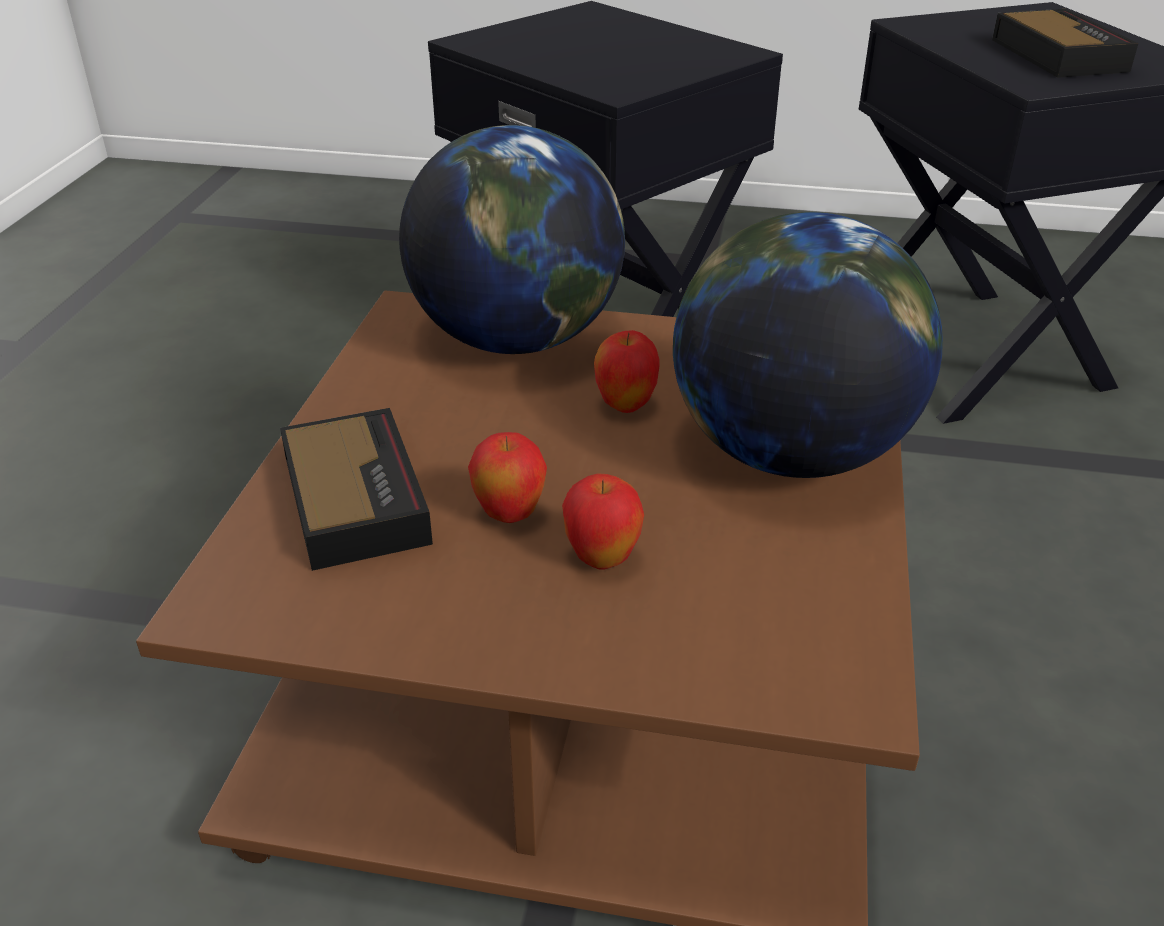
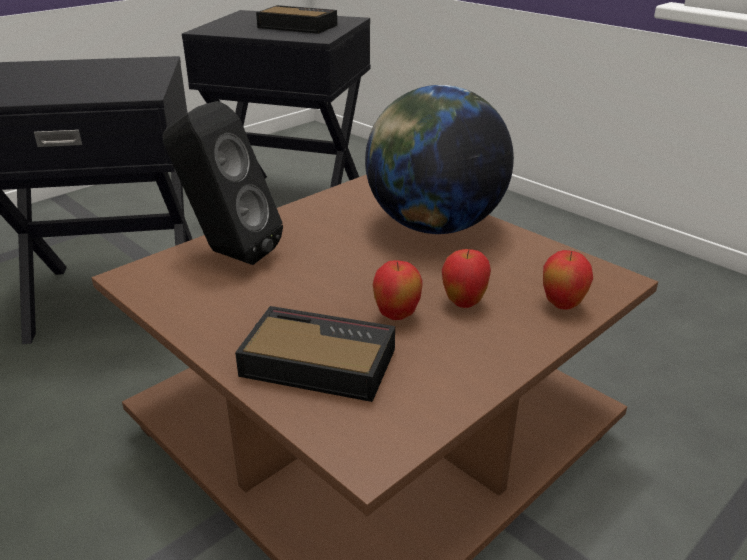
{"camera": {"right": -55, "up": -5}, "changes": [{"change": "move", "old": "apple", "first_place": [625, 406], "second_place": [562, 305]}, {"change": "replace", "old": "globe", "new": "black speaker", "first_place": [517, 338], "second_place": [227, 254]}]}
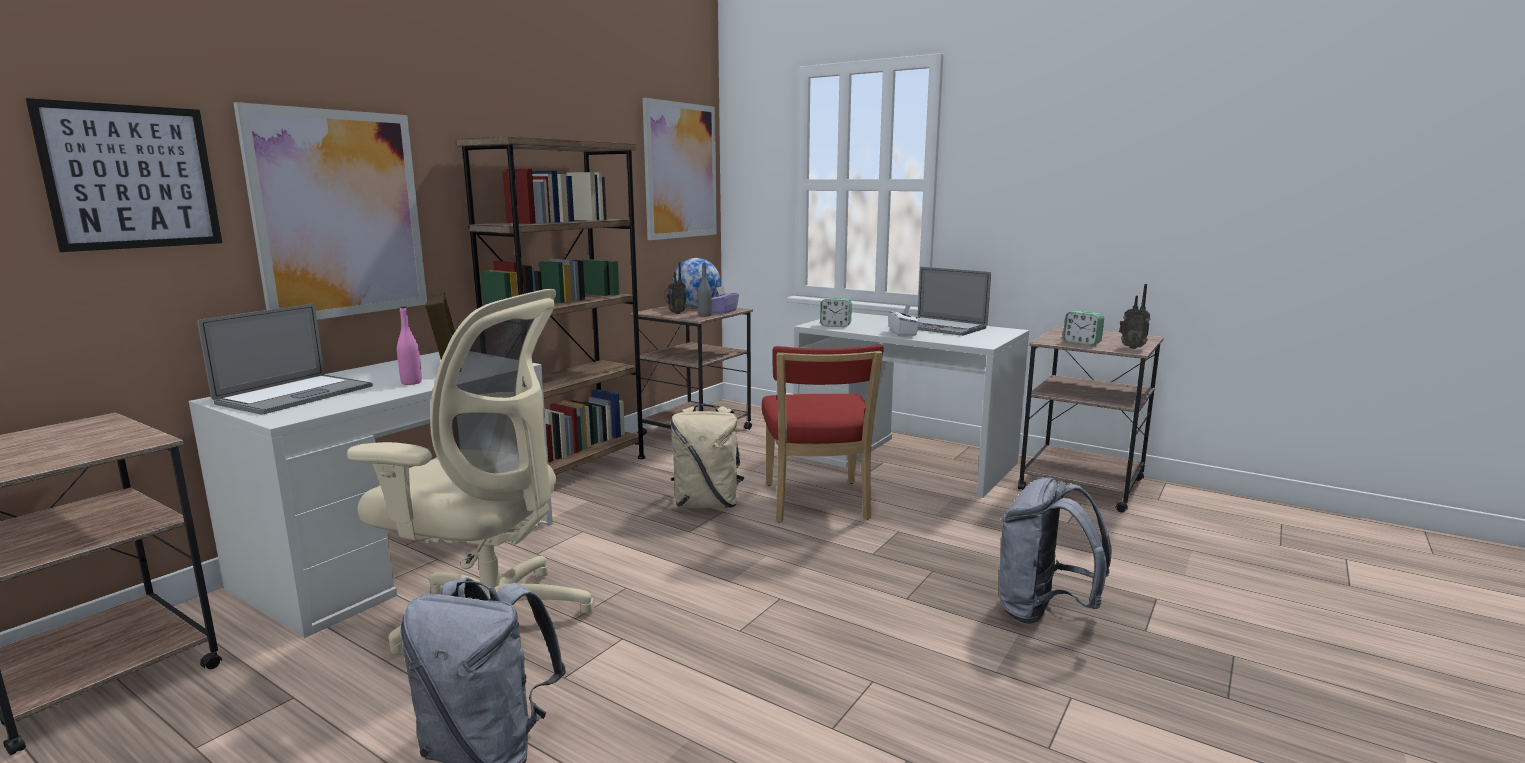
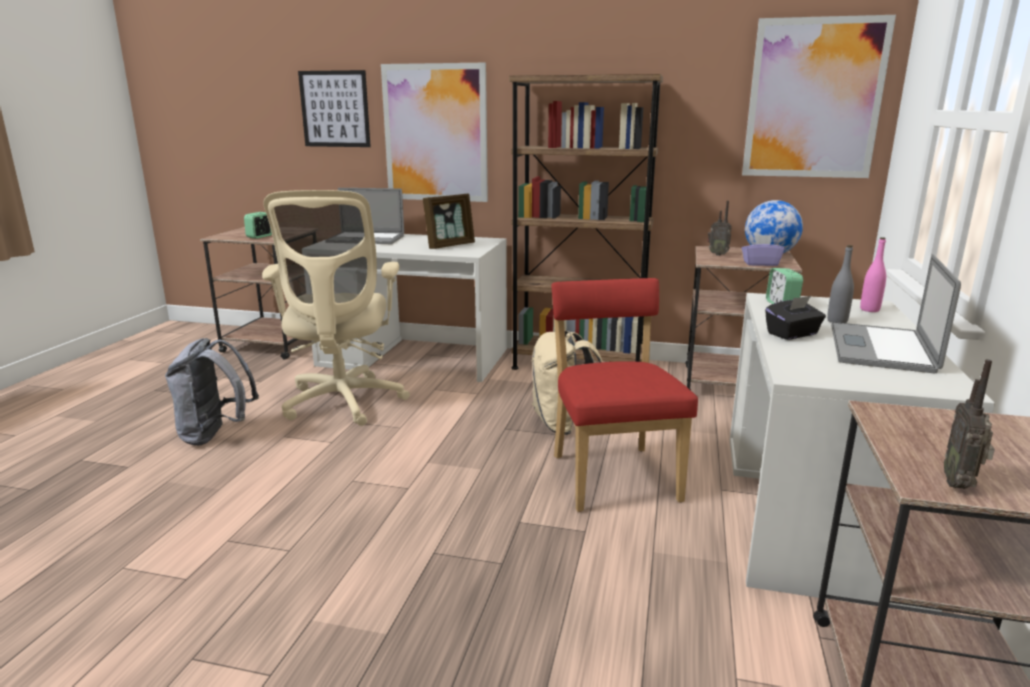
{"camera": {"right": 70, "up": 5}, "changes": [{"change": "delete", "old": "grey backpack", "first_place": [1043, 612]}, {"change": "move", "old": "pink bottle", "first_place": [411, 382], "second_place": [869, 310]}, {"change": "move", "old": "grey bottle", "first_place": [705, 315], "second_place": [837, 321]}, {"change": "move", "old": "alarm clock", "first_place": [1081, 343], "second_place": [260, 236]}, {"change": "recolor", "old": "white tissue box", "new": "black tissue box", "first_place": [903, 333], "second_place": [792, 334]}, {"change": "rotate", "old": "red chair", "first_place": [817, 504], "second_place": [612, 474], "degrees": 105}]}
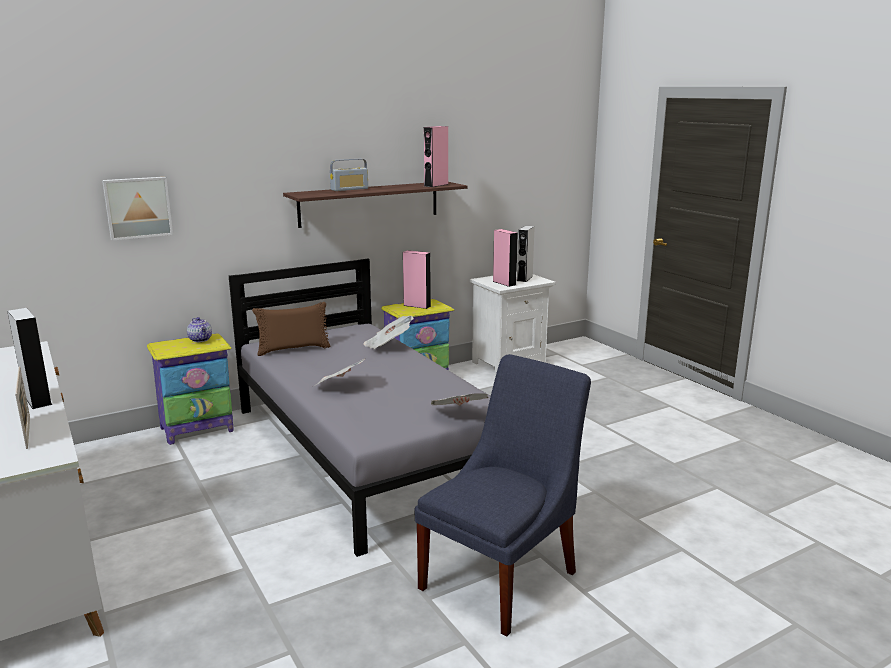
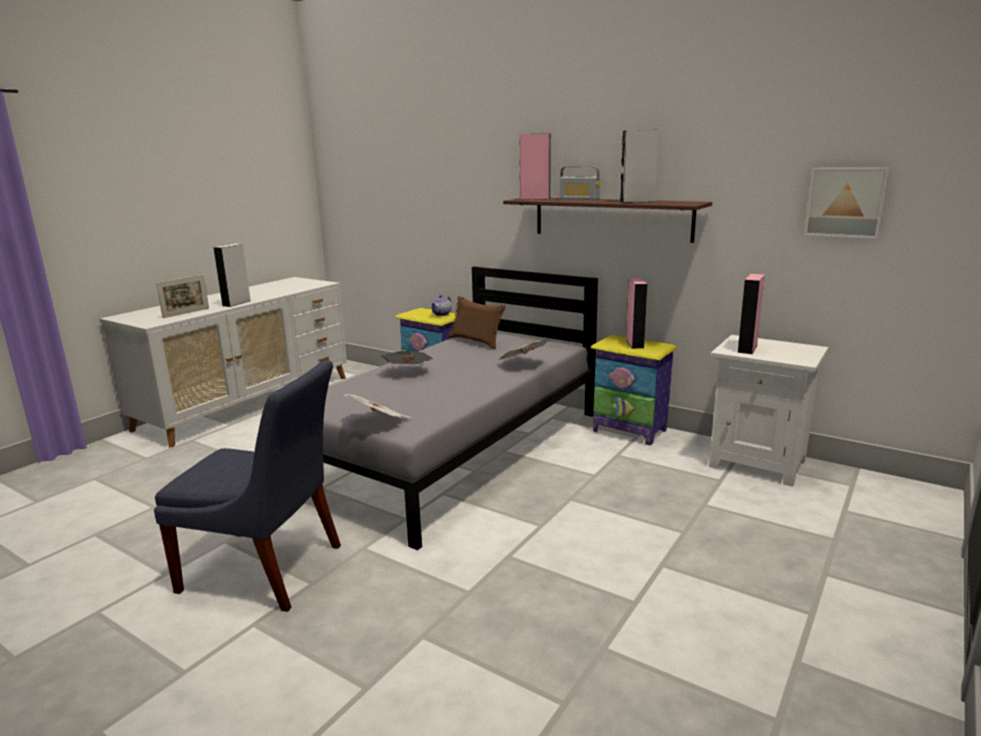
{"camera": {"right": 65, "up": 0}, "changes": [{"change": "move", "old": "picture", "first_place": [138, 207], "second_place": [845, 202]}, {"change": "move", "old": "pink speaker", "first_place": [436, 185], "second_place": [535, 199]}, {"change": "move", "old": "grey speaker", "first_place": [524, 278], "second_place": [637, 202]}]}
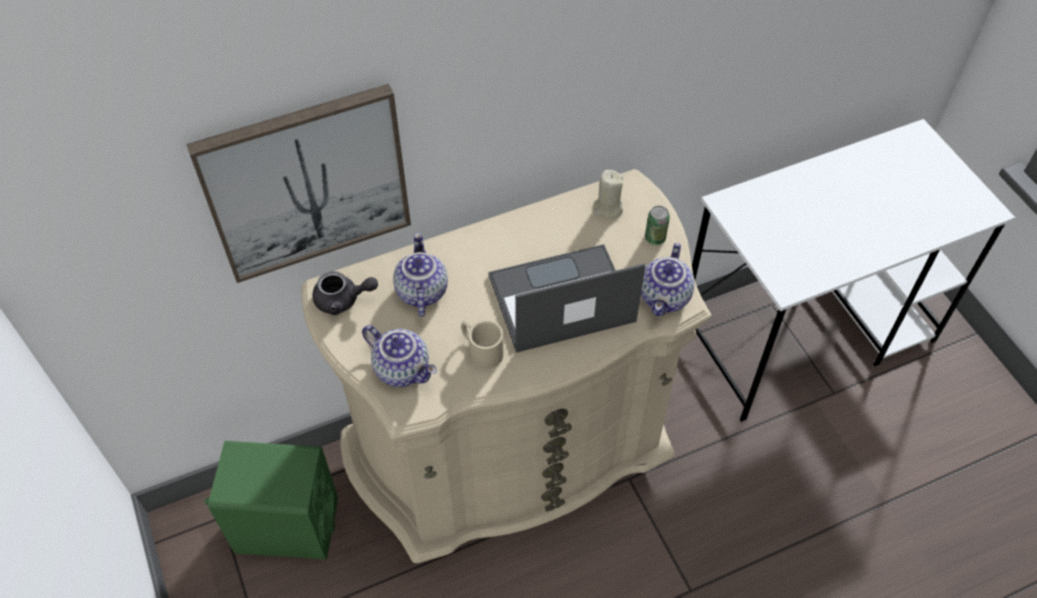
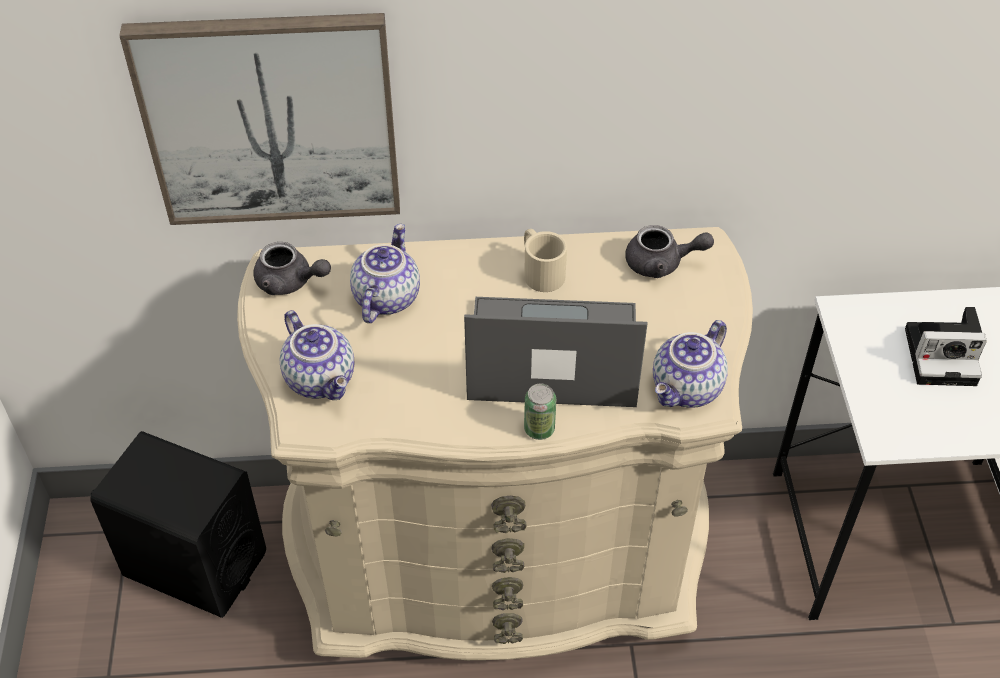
{"camera": {"right": 20, "up": -5}, "changes": [{"change": "insert", "new": "photo camera", "second_place": [943, 355]}, {"change": "move", "old": "beige mug", "first_place": [481, 350], "second_place": [540, 271]}, {"change": "move", "old": "can", "first_place": [655, 238], "second_place": [539, 429]}, {"change": "replace", "old": "beige candle", "new": "grey teapot", "first_place": [607, 208], "second_place": [662, 263]}, {"change": "recolor", "old": "green speaker", "new": "black speaker", "first_place": [286, 525], "second_place": [195, 564]}]}
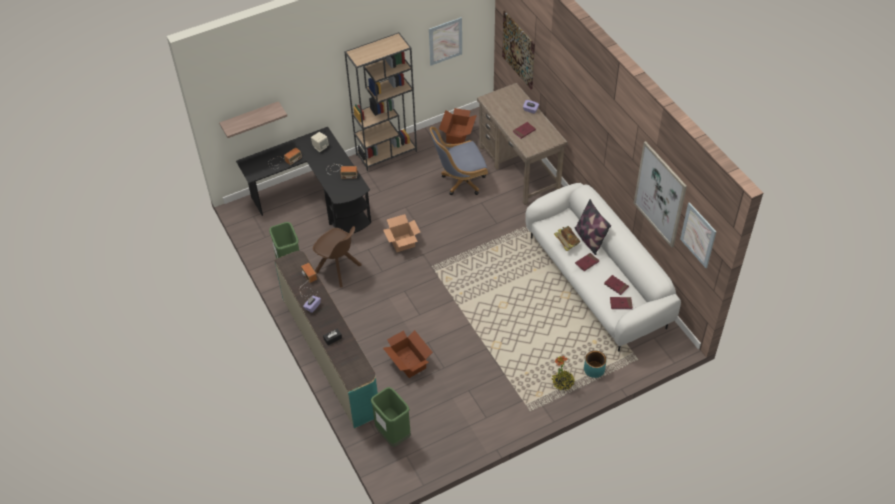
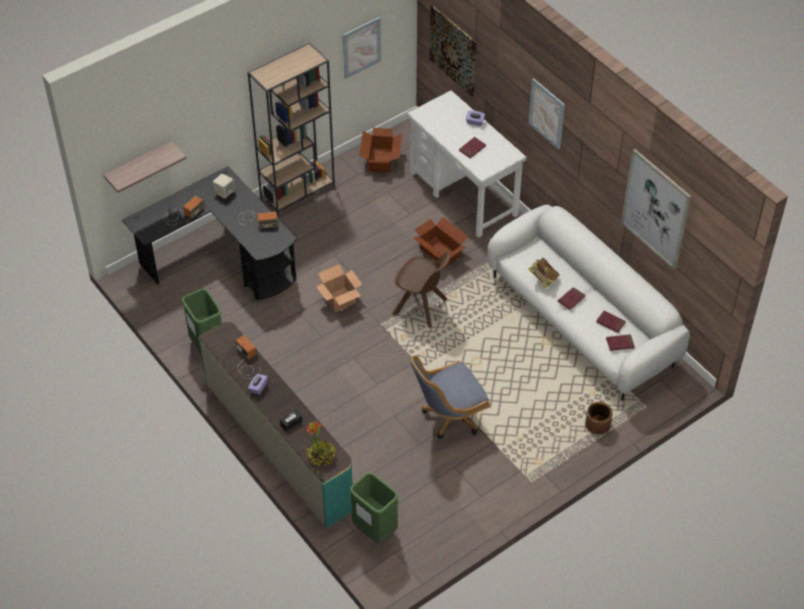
{"camera": {"right": -10, "up": 0}, "changes": [{"change": "delete", "old": "pillow", "first_place": [589, 239]}, {"change": "move", "old": "brown chair", "first_place": [338, 269], "second_place": [421, 307]}, {"change": "move", "old": "cardboard box", "first_place": [408, 362], "second_place": [439, 253]}, {"change": "move", "old": "blue office chair", "first_place": [459, 183], "second_place": [448, 418]}, {"change": "move", "old": "potted plant", "first_place": [562, 382], "second_place": [321, 456]}, {"change": "move", "old": "picture", "first_place": [698, 235], "second_place": [546, 113]}, {"change": "recolor", "old": "brown desk", "new": "white desk", "first_place": [519, 168], "second_place": [464, 193]}, {"change": "recolor", "old": "turquoise planter", "new": "brown planter", "first_place": [594, 369], "second_place": [597, 424]}]}
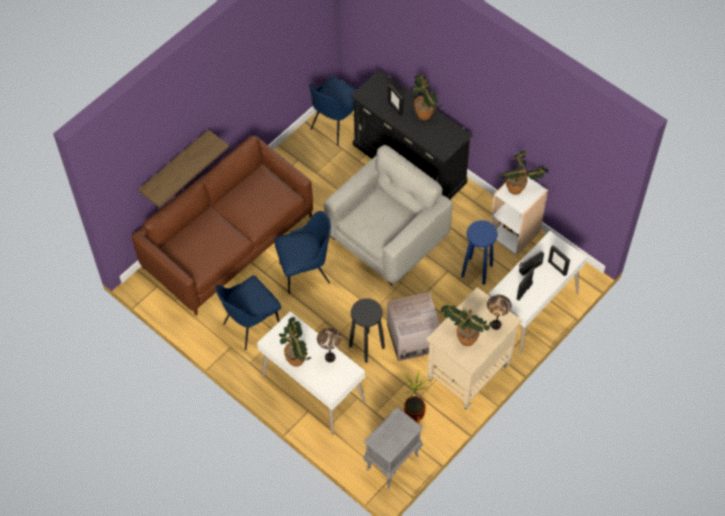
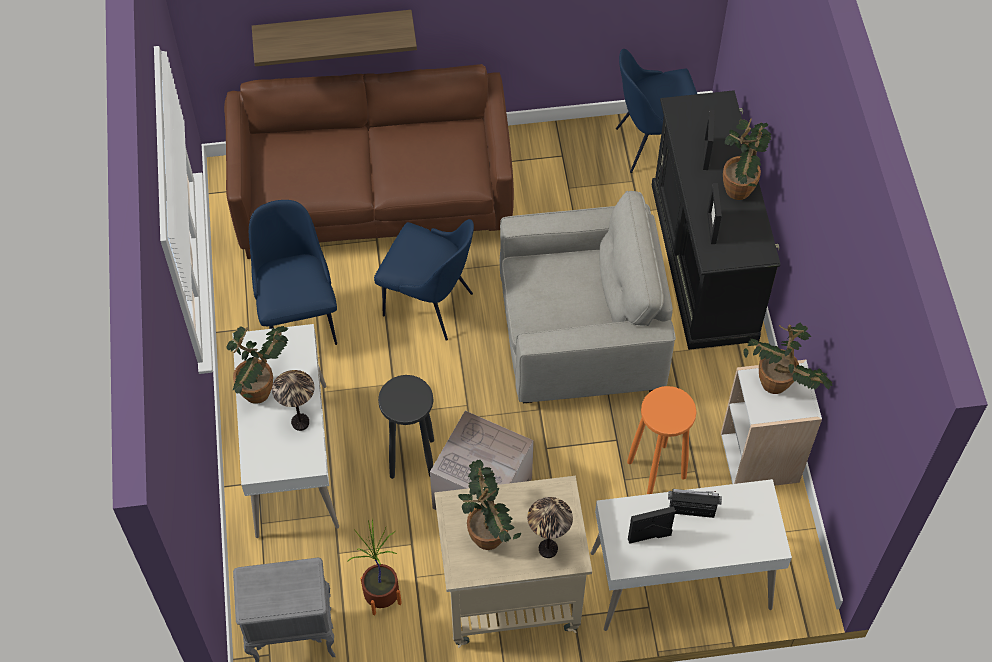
{"camera": {"right": 40, "up": 0}, "changes": [{"change": "move", "old": "picture frame", "first_place": [557, 267], "second_place": [712, 227]}, {"change": "recolor", "old": "blue stool", "new": "orange stool", "first_place": [477, 270], "second_place": [657, 469]}, {"change": "rotate", "old": "blue chair", "first_place": [251, 325], "second_place": [299, 320], "degrees": 75}]}
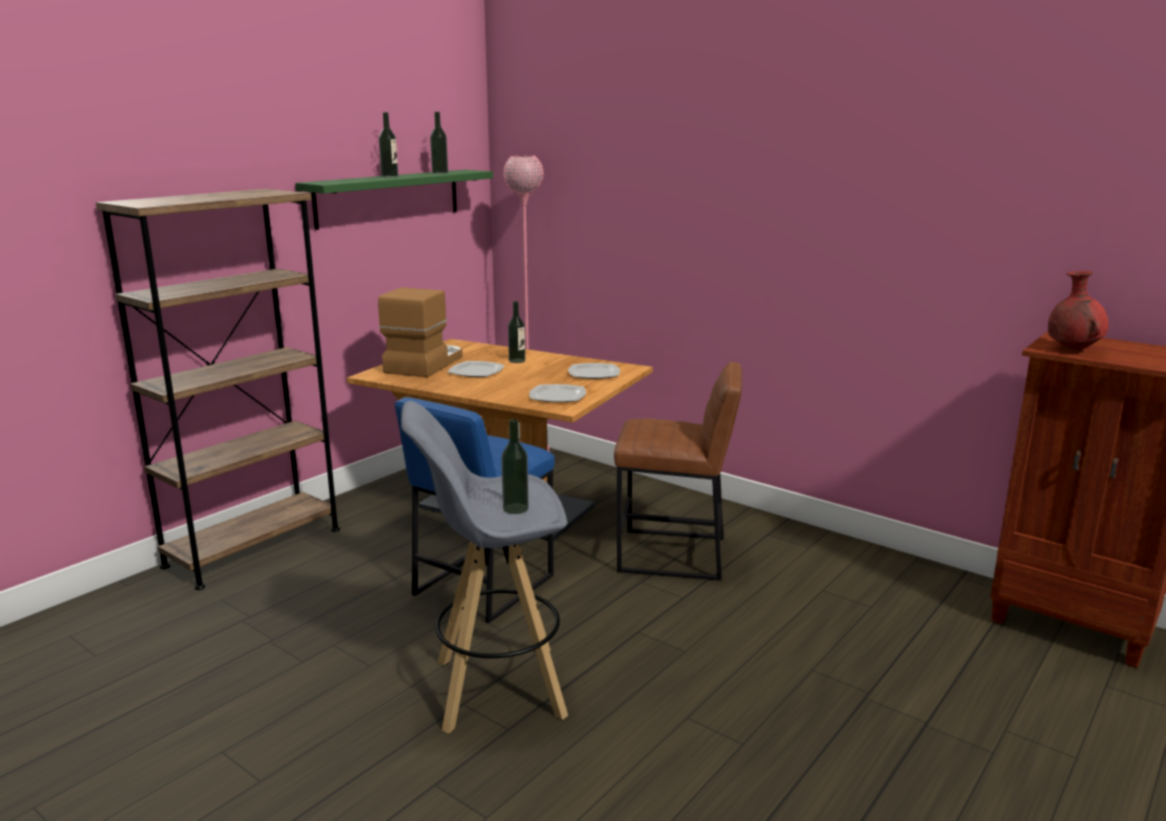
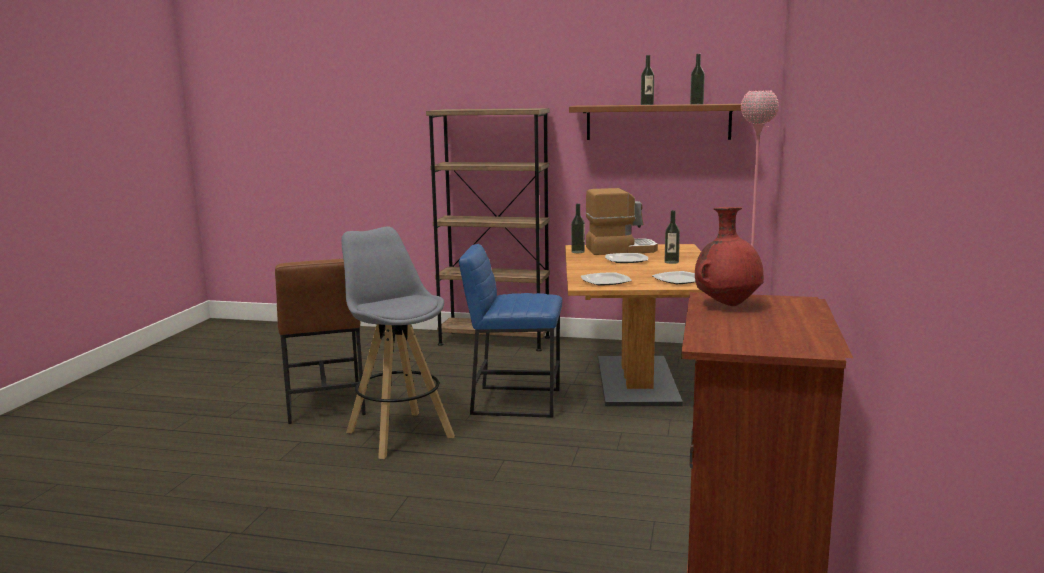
{"camera": {"right": 65, "up": -5}, "changes": [{"change": "move", "old": "bottle", "first_place": [515, 508], "second_place": [578, 252]}, {"change": "move", "old": "brown chair", "first_place": [674, 554], "second_place": [325, 405]}, {"change": "recolor", "old": "green shelf", "new": "brown shelf", "first_place": [389, 198], "second_place": [658, 122]}]}
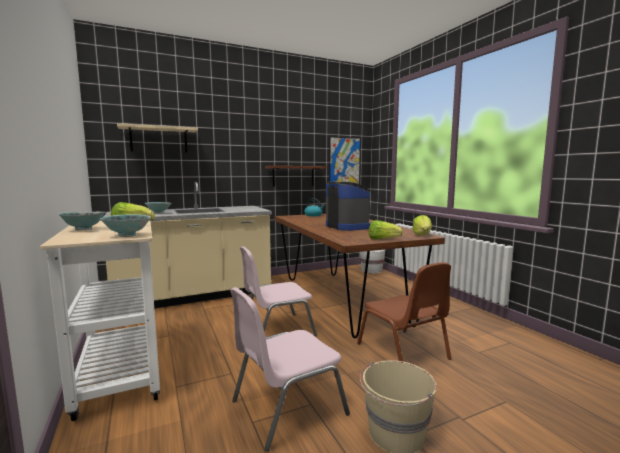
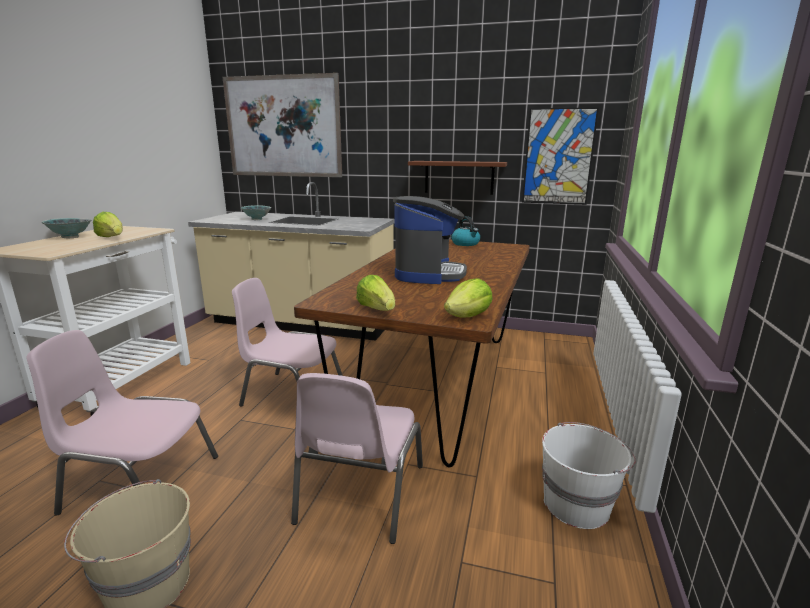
{"camera": {"right": 40, "up": 10}, "changes": [{"change": "delete", "old": "bowl", "first_place": [127, 236]}, {"change": "move", "old": "white bucket", "first_place": [371, 270], "second_place": [577, 504]}, {"change": "replace", "old": "beige shelf", "new": "picture", "first_place": [159, 140], "second_place": [283, 127]}, {"change": "recolor", "old": "brown chair", "new": "pink chair", "first_place": [403, 352], "second_place": [359, 494]}]}
